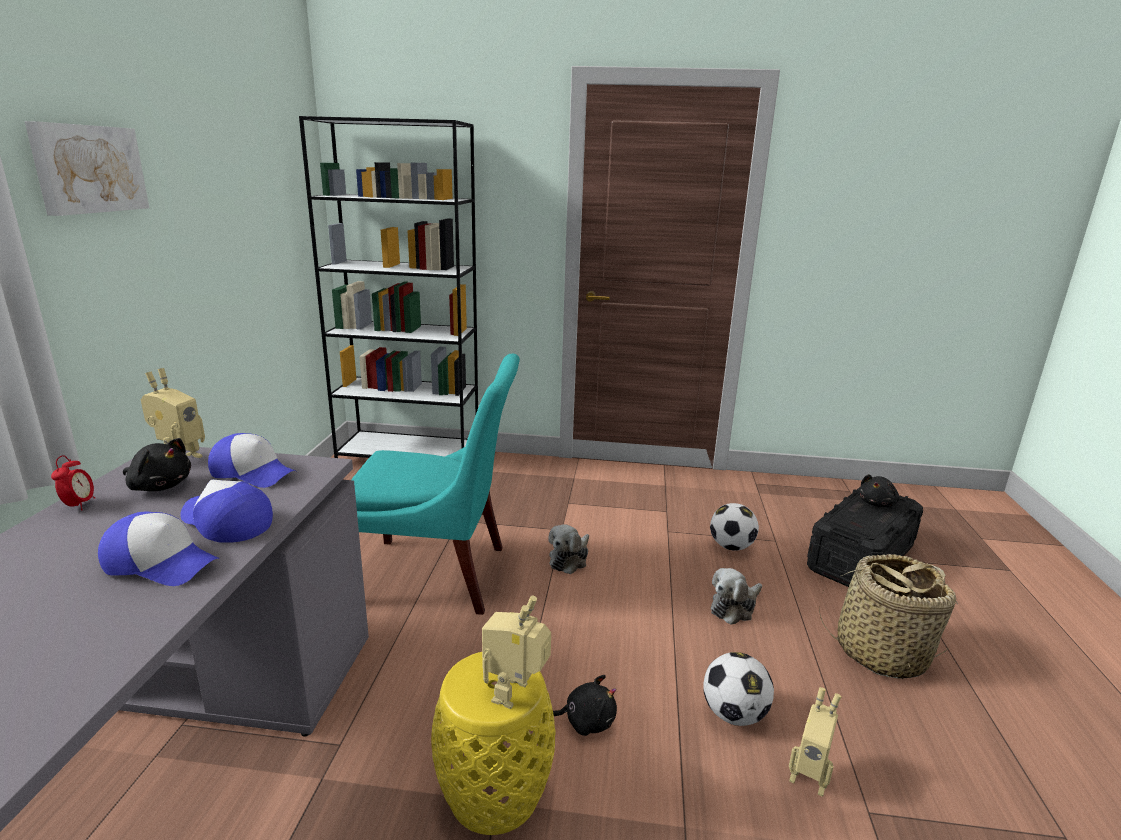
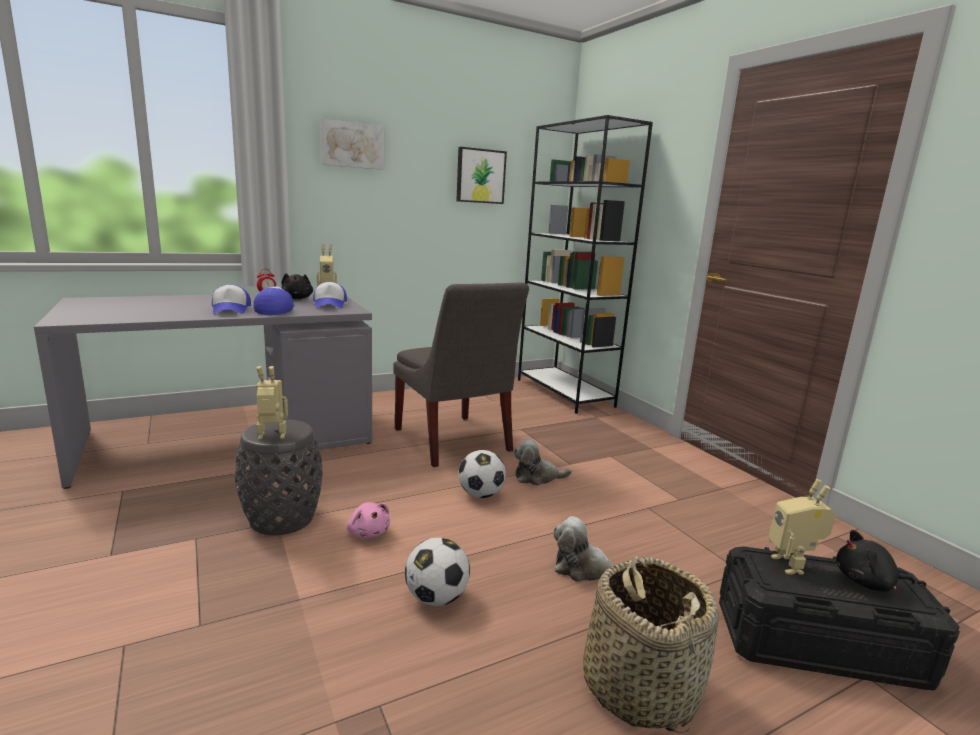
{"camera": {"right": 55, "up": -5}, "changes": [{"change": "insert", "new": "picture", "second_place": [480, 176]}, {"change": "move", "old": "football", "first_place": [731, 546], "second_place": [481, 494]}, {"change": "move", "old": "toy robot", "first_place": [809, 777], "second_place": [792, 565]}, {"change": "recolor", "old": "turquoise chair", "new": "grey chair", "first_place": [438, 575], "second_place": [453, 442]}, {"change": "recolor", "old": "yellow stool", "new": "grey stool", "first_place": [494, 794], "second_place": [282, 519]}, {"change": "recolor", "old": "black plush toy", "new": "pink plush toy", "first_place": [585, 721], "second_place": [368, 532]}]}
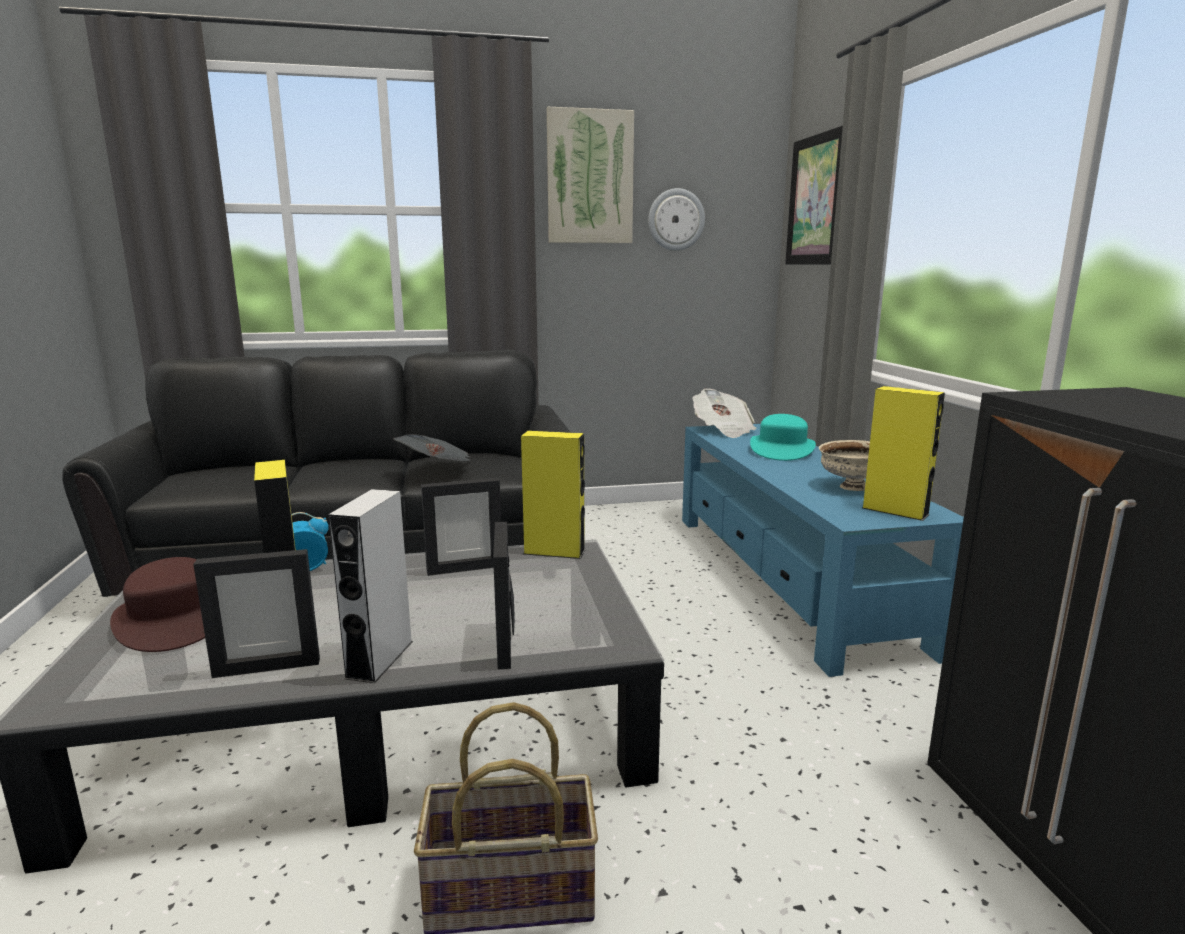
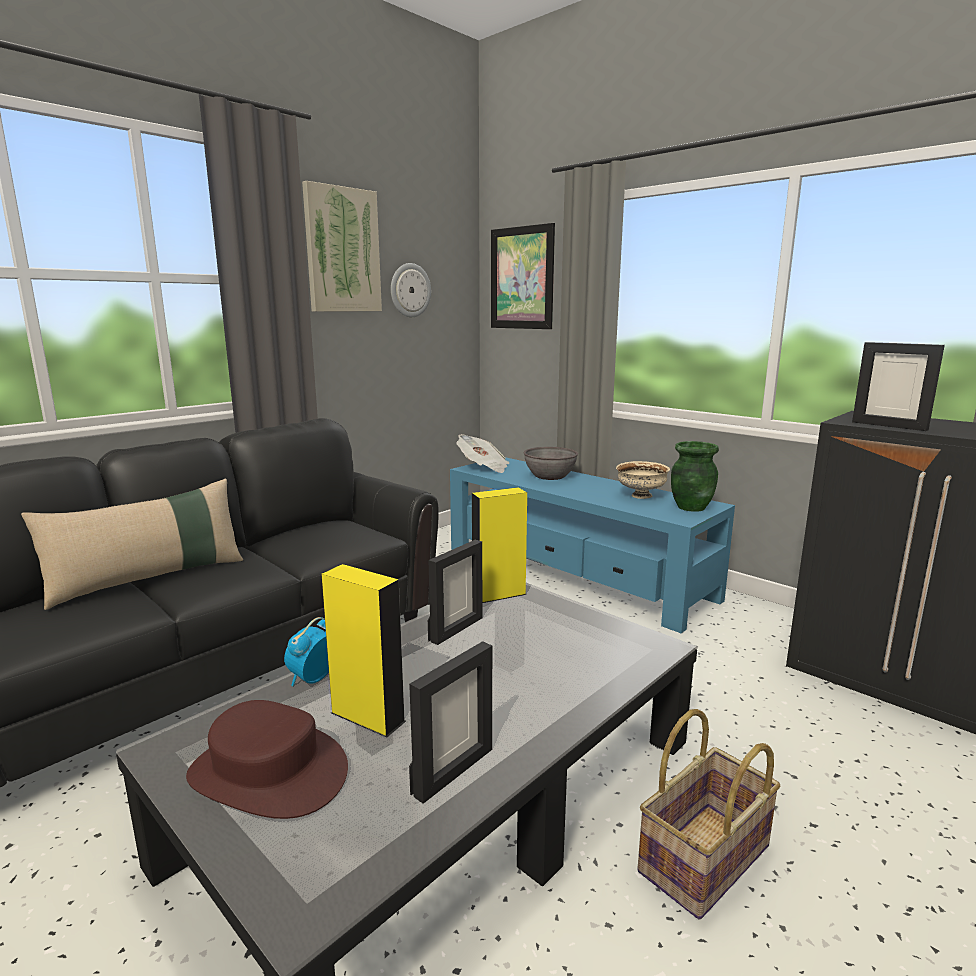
{"camera": {"right": -35, "up": 0}, "changes": [{"change": "delete", "old": "grey speaker", "first_place": [379, 659]}, {"change": "delete", "old": "newspaper", "first_place": [437, 469]}, {"change": "insert", "new": "beige pillow", "second_place": [150, 578]}, {"change": "move", "old": "picture frame", "first_place": [506, 644], "second_place": [889, 425]}, {"change": "replace", "old": "turquoise hat", "new": "grey bowl", "first_place": [782, 449], "second_place": [550, 476]}, {"change": "replace", "old": "yellow speaker", "new": "green vase", "first_place": [895, 511], "second_place": [690, 507]}]}
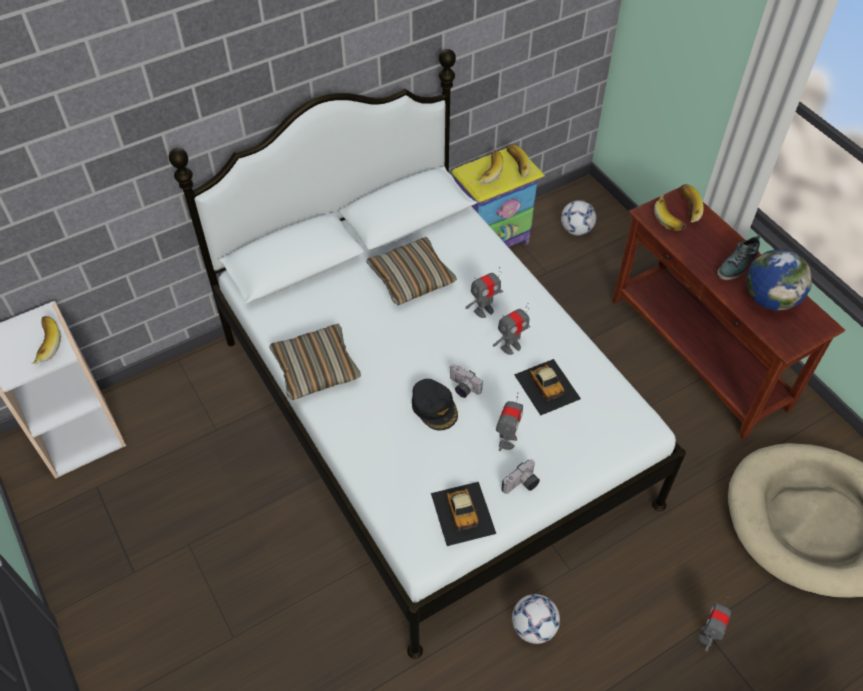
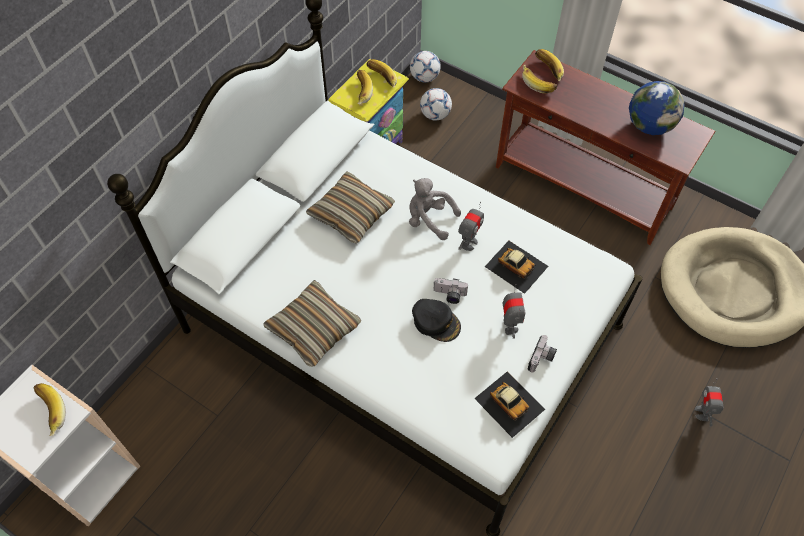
{"camera": {"right": -25, "up": 5}, "changes": [{"change": "delete", "old": "shoe", "first_place": [737, 265]}, {"change": "move", "old": "football", "first_place": [533, 627], "second_place": [424, 77]}, {"change": "replace", "old": "toy robot", "new": "grey plush toy", "first_place": [484, 310], "second_place": [429, 219]}]}
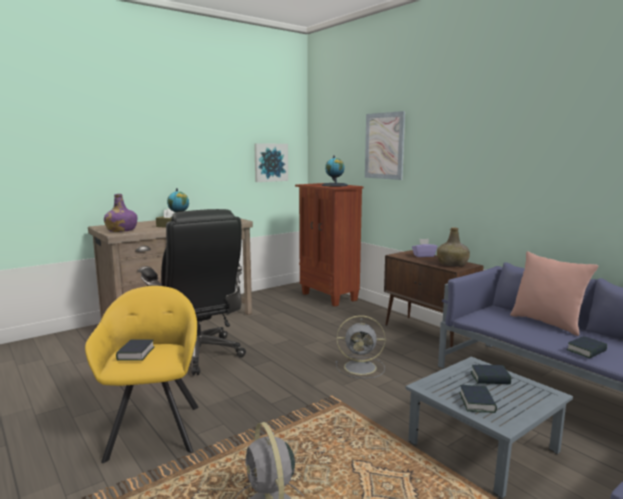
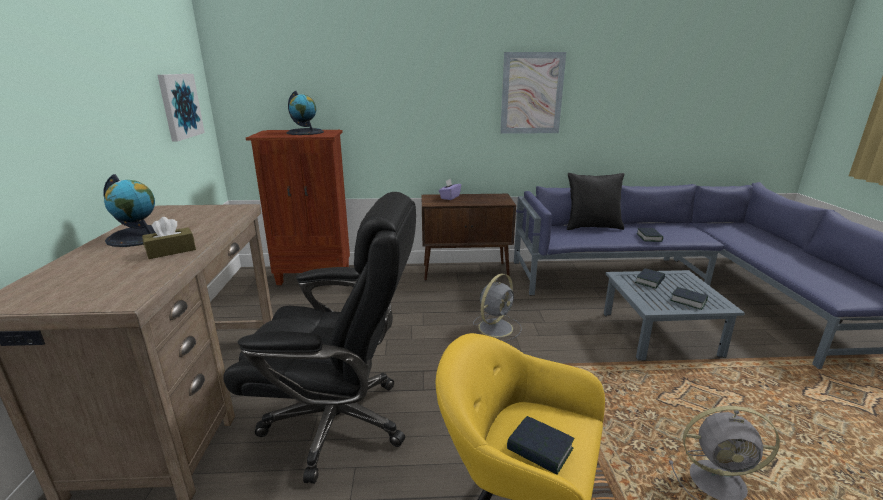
{"camera": {"right": -55, "up": 10}, "changes": [{"change": "delete", "old": "purple bottle", "first_place": [121, 230]}, {"change": "delete", "old": "green bottle", "first_place": [452, 264]}, {"change": "move", "old": "picture", "first_place": [384, 146], "second_place": [532, 93]}, {"change": "recolor", "old": "pink pillow", "new": "black pillow", "first_place": [547, 323], "second_place": [592, 227]}]}
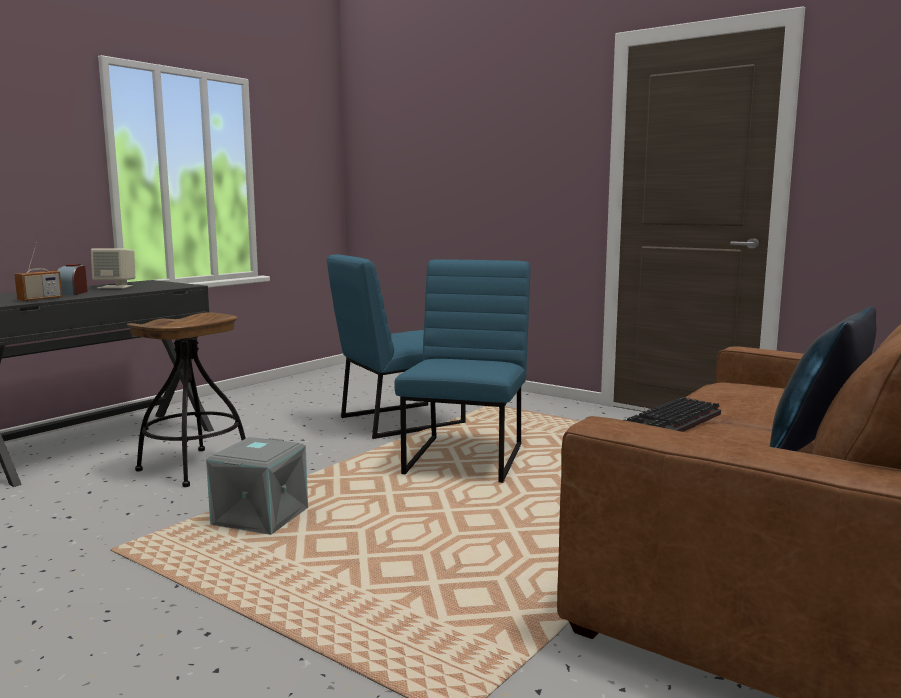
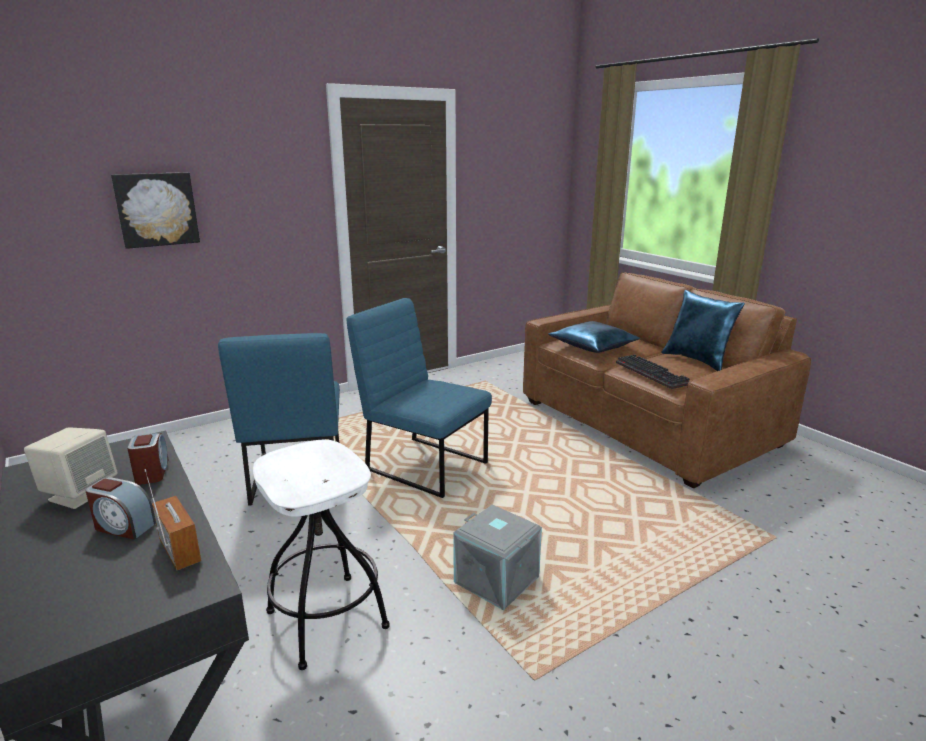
{"camera": {"right": -70, "up": 10}, "changes": [{"change": "insert", "new": "picture", "second_place": [156, 209]}, {"change": "insert", "new": "alarm clock", "second_place": [152, 472]}, {"change": "insert", "new": "blue pillow", "second_place": [593, 346]}, {"change": "recolor", "old": "brown stool", "new": "white stool", "first_place": [193, 467], "second_place": [327, 619]}]}
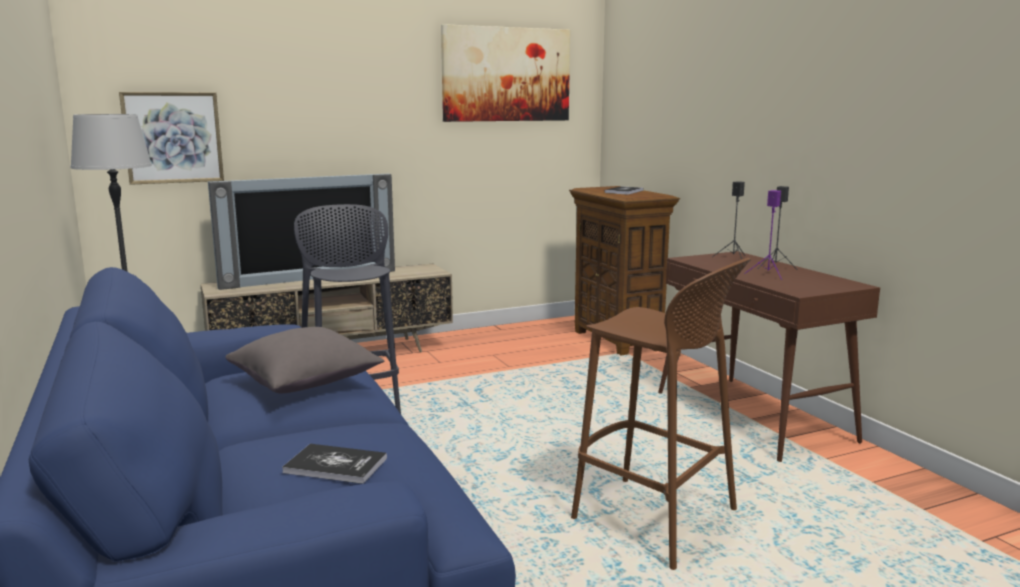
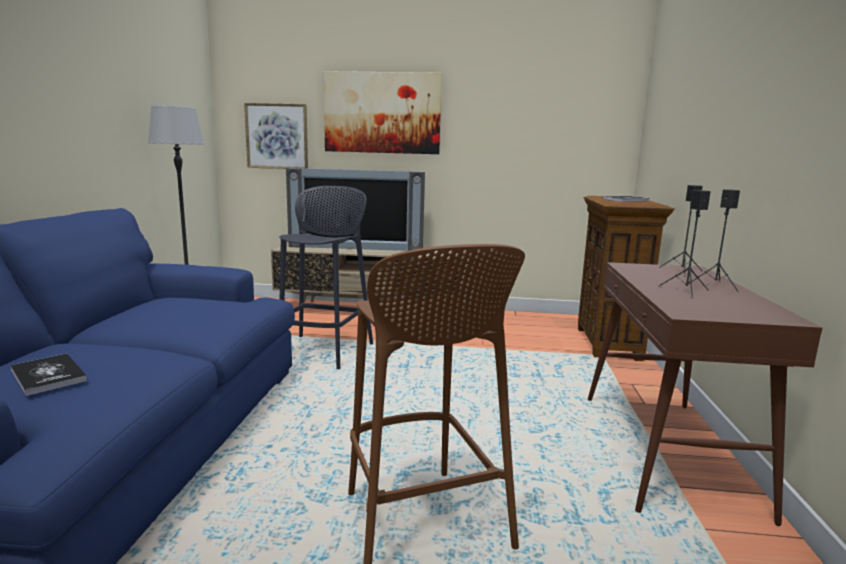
{"camera": {"right": 30, "up": 0}, "changes": [{"change": "delete", "old": "grey pillow", "first_place": [305, 383]}, {"change": "move", "old": "picture", "first_place": [506, 74], "second_place": [382, 113]}, {"change": "recolor", "old": "purple speaker", "new": "black speaker", "first_place": [768, 275], "second_place": [686, 291]}]}
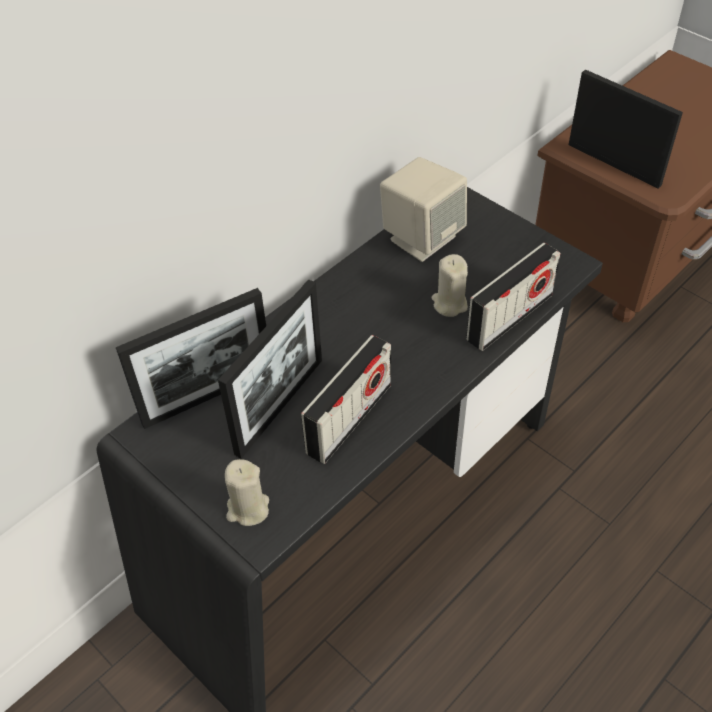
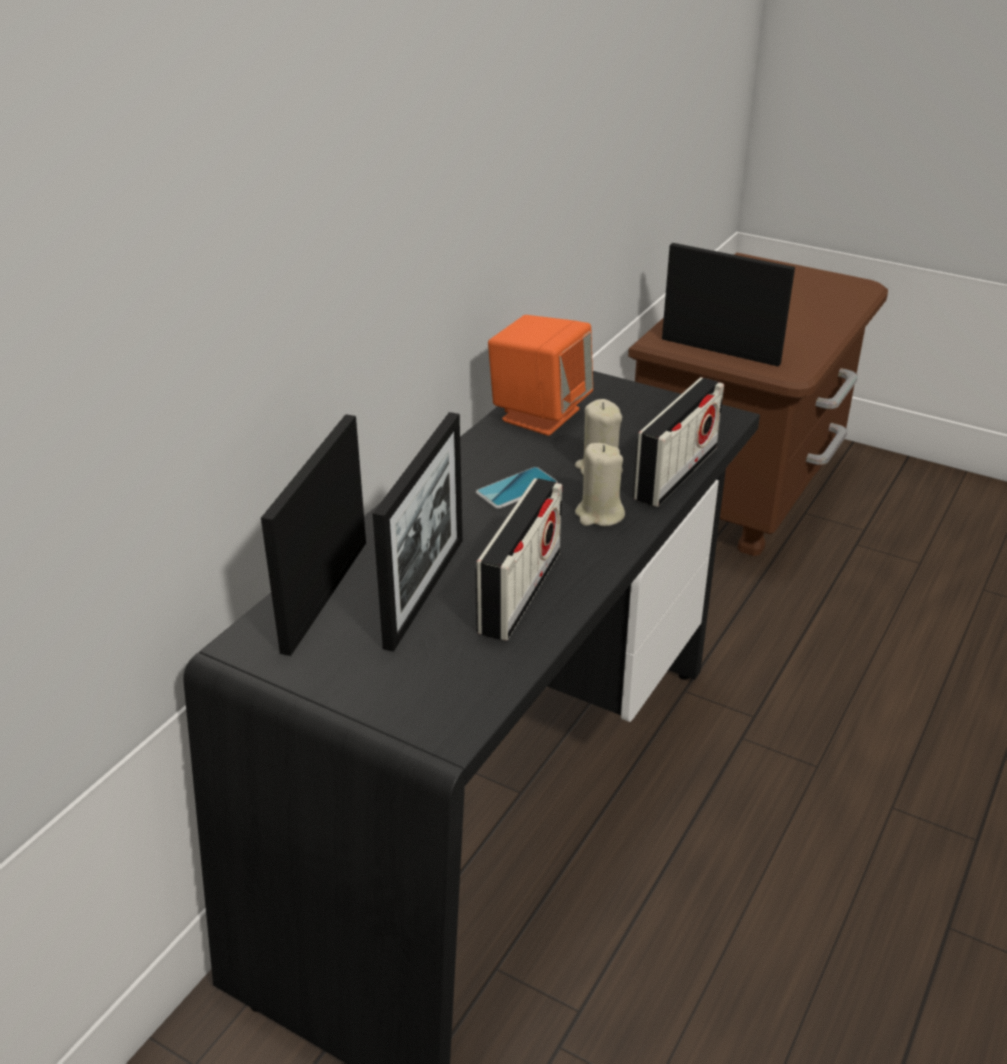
{"camera": {"right": -15, "up": -15}, "changes": [{"change": "insert", "new": "phone", "second_place": [517, 489]}, {"change": "move", "old": "beige candle", "first_place": [247, 509], "second_place": [599, 514]}, {"change": "recolor", "old": "beige speaker", "new": "orange speaker", "first_place": [422, 238], "second_place": [540, 414]}, {"change": "rotate", "old": "picture frame", "first_place": [208, 396], "second_place": [325, 595], "degrees": 150}]}
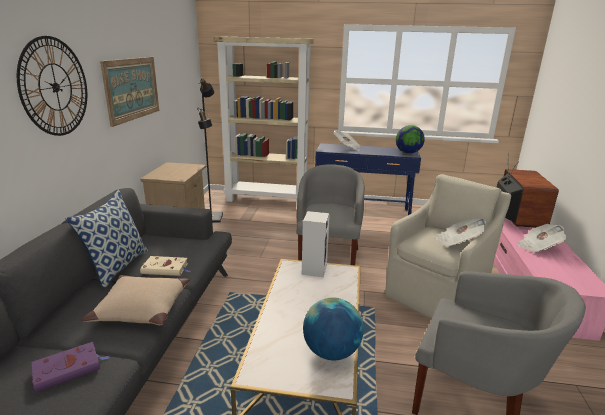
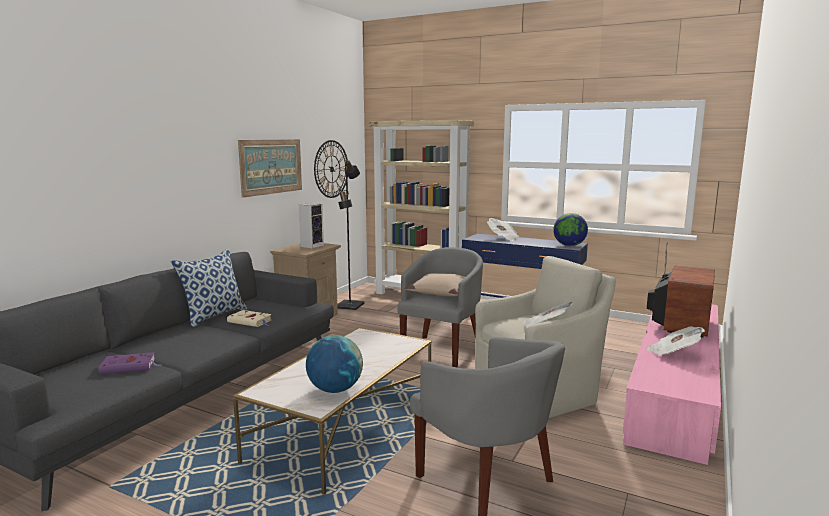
{"camera": {"right": 20, "up": -10}, "changes": [{"change": "move", "old": "wall clock", "first_place": [55, 87], "second_place": [331, 169]}, {"change": "move", "old": "beige pillow", "first_place": [141, 308], "second_place": [440, 292]}, {"change": "move", "old": "speaker", "first_place": [314, 269], "second_place": [312, 246]}]}
